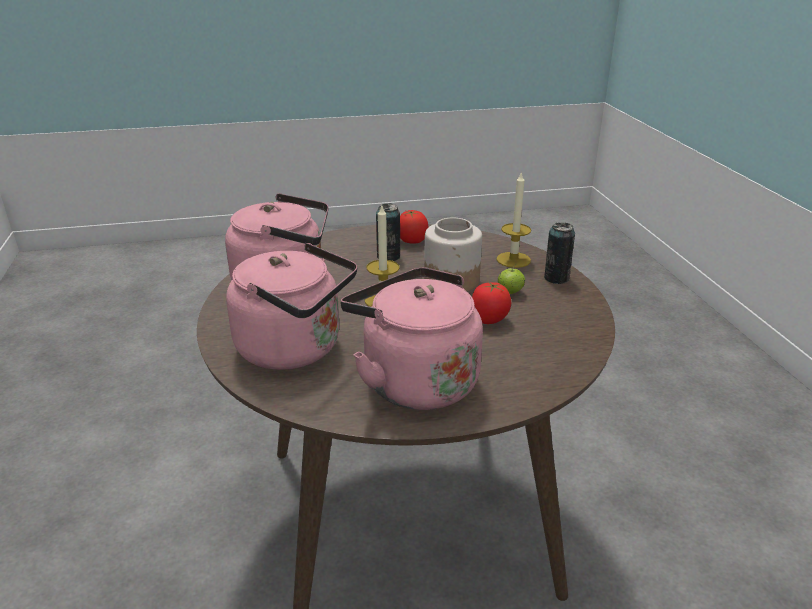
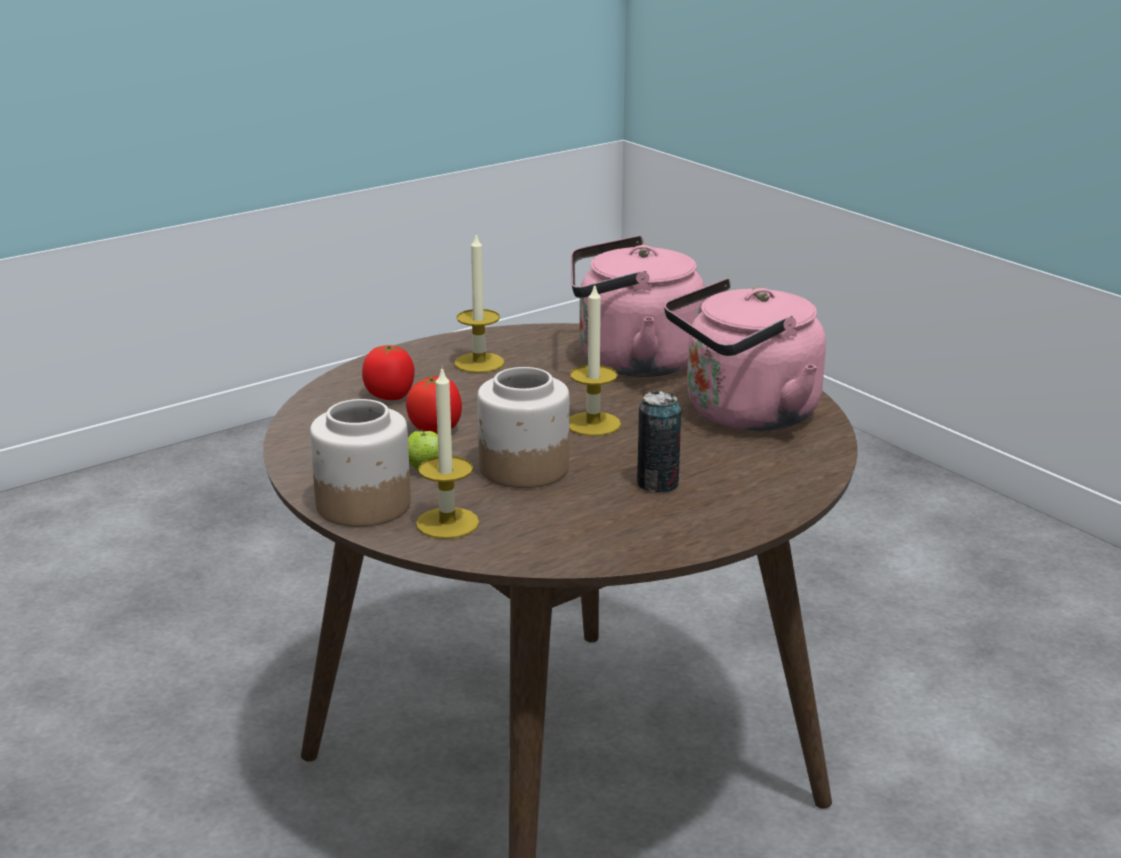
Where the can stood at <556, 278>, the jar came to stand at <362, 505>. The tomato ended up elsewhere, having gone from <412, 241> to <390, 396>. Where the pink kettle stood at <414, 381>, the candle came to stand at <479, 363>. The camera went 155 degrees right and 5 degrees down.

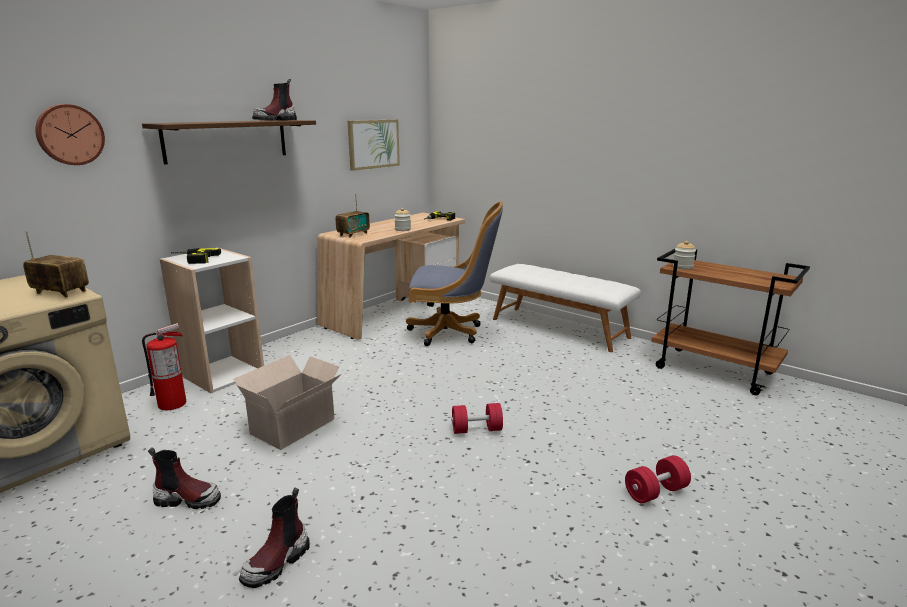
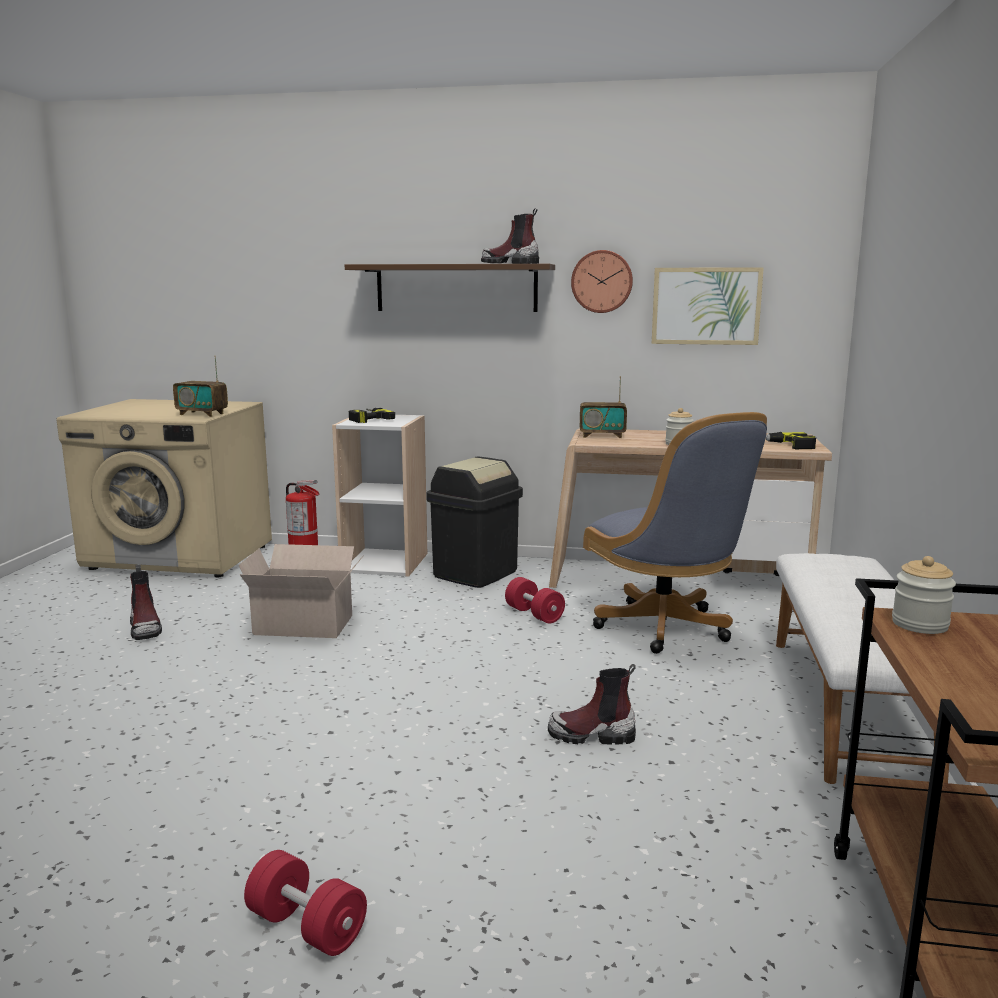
The radio at <60, 292> ended up facing another way, 120 degrees clockwise from before. The second view gained the black trash can at <475, 573>. The red dumbbell ended up elsewhere, having gone from <476, 430> to <534, 614>. The boot ended up elsewhere, having gone from <277, 562> to <592, 735>. The wall clock ended up elsewhere, having gone from <69, 134> to <602, 281>. The camera went 60 degrees right and 5 degrees down.

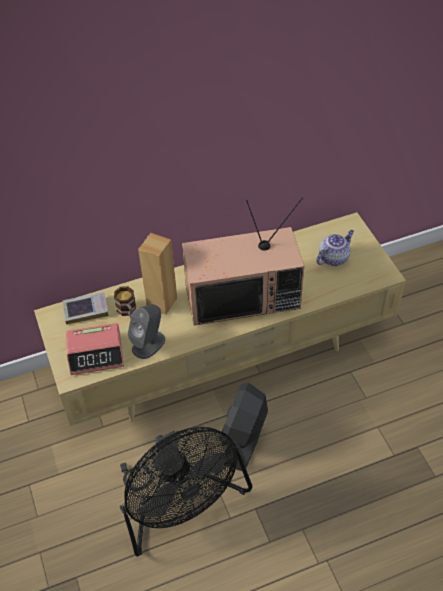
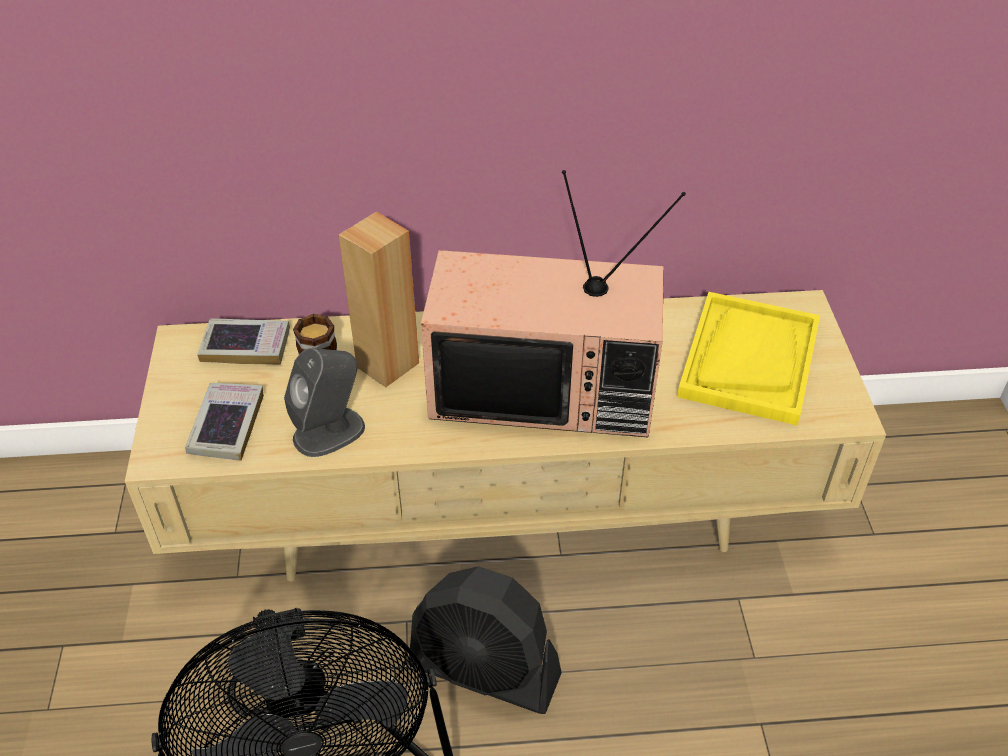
Where the alarm clock stood at <96, 353>, the book came to stand at <226, 425>. The black fan at <244, 438> ended up facing another way, 105 degrees counterclockwise from before. Where the teapot stood at <333, 257>, the yellow tray came to stand at <749, 360>. The camera went 15 degrees right and 5 degrees down.

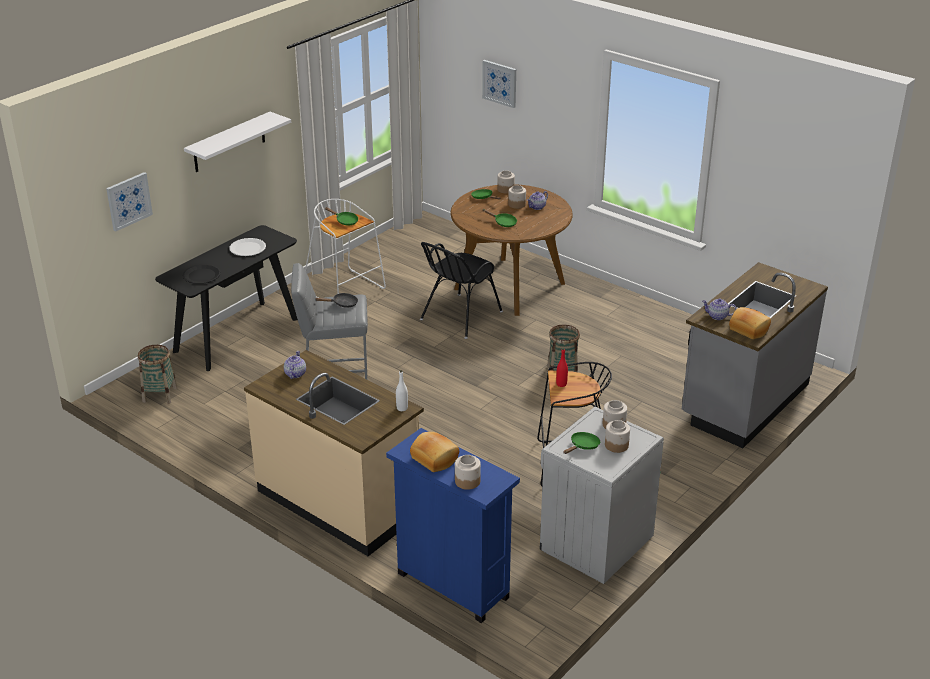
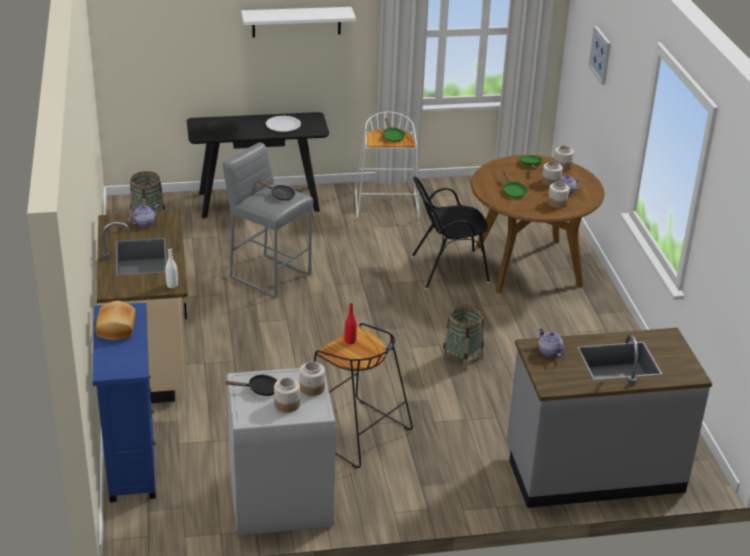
What was the green frying pan at <583, 446> turned into the black frying pan at <260, 389>. The jar ended up elsewhere, having gone from <467, 481> to <557, 203>. The second view lost the picture at <128, 201>. The second view lost the bread at <749, 329>. The camera went 40 degrees right and 0 degrees up.

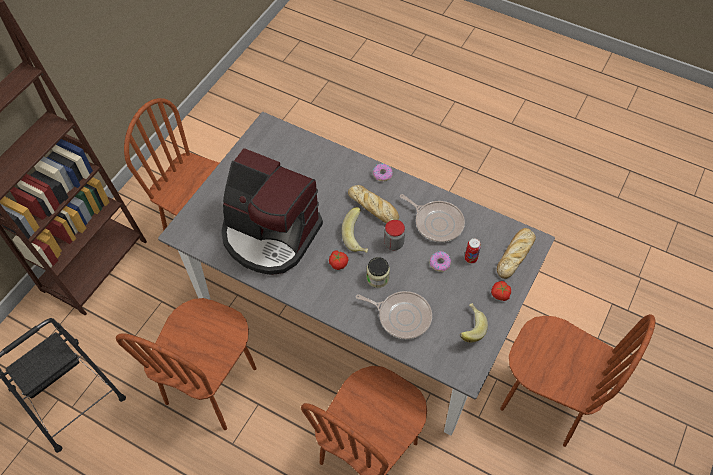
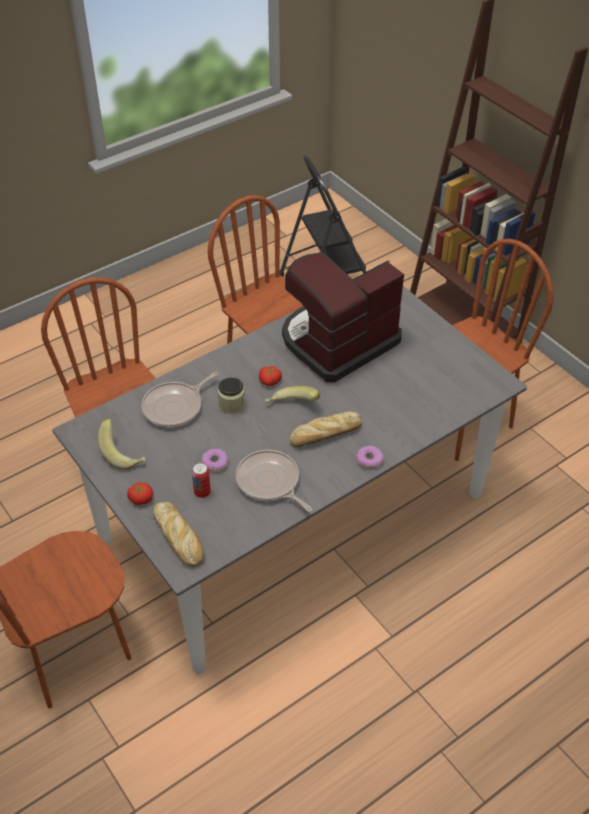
The frying pan at <437, 222> ended up facing another way, 75 degrees clockwise from before. The second view lost the jar at <393, 243>. The camera went 115 degrees right and 10 degrees down.

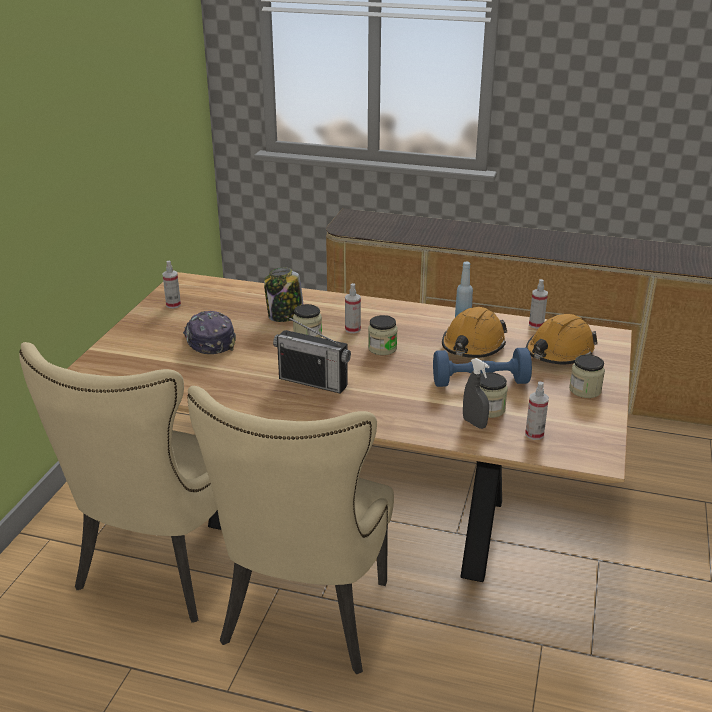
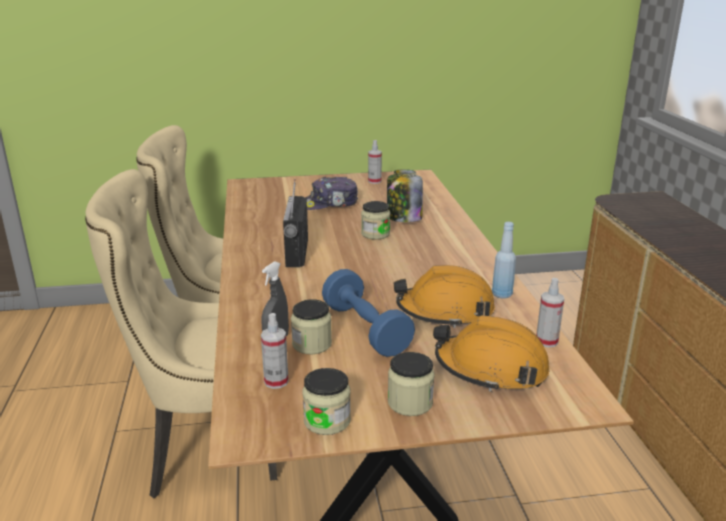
The jar ended up elsewhere, having gone from <382, 348> to <327, 420>. The cap at <209, 341> ended up facing another way, 150 degrees counterclockwise from before. The second view lost the spray bottle at <352, 329>. The camera went 65 degrees right and 5 degrees down.

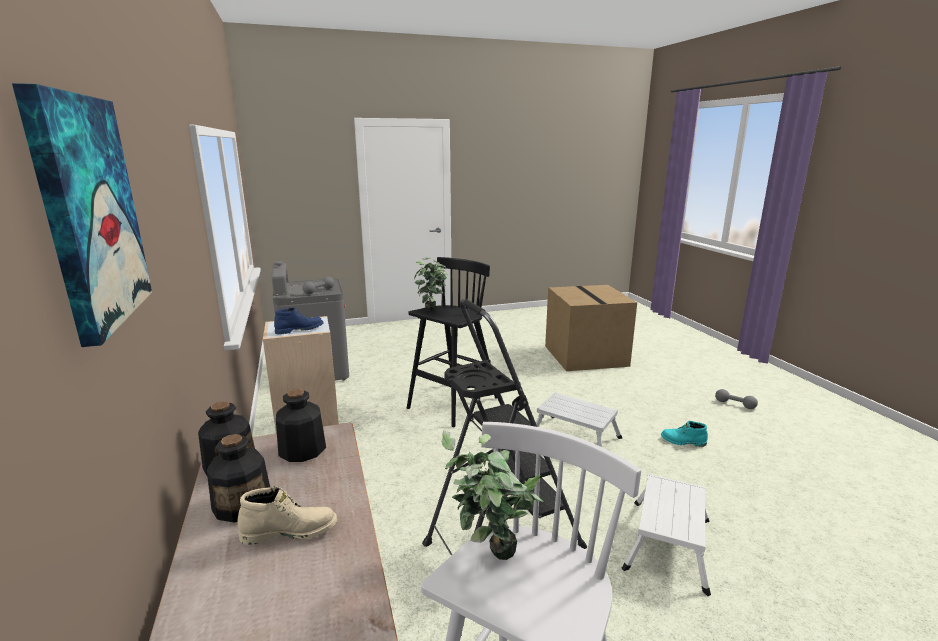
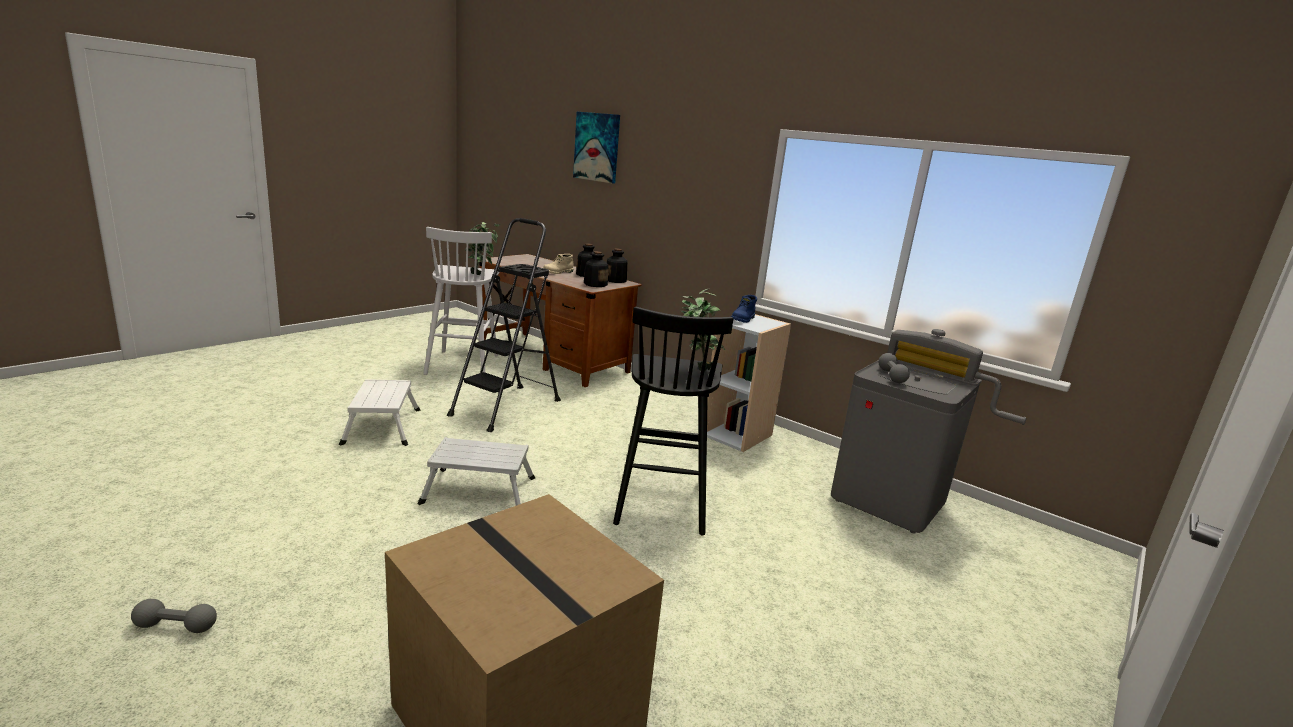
The second view lost the turquoise boot at <683, 441>. The camera went 145 degrees right and 0 degrees up.

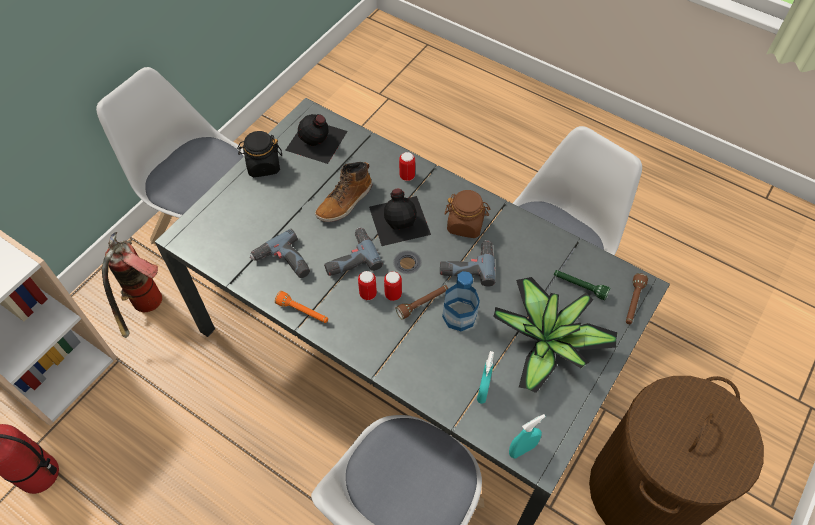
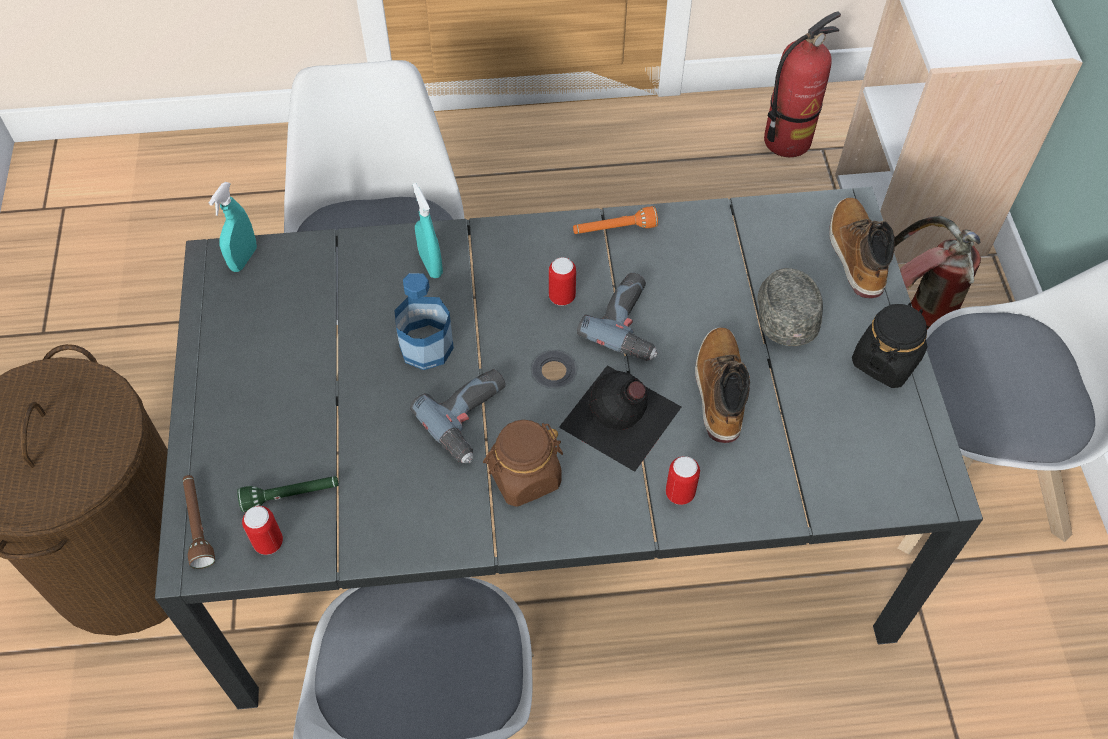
The can ended up elsewhere, having gone from <393, 294> to <268, 542>. The turquoise spray bottle ended up elsewhere, having gone from <483, 391> to <431, 265>. The second view gained the grey cap at <785, 312>. The second view gained the boot at <855, 254>. The second view lost the power drill at <283, 263>. The second view lost the black bottle at <317, 141>. The second view lost the brown flashlight at <423, 303>. The second view lost the potted plant at <548, 342>. The camera went 140 degrees right and 0 degrees up.

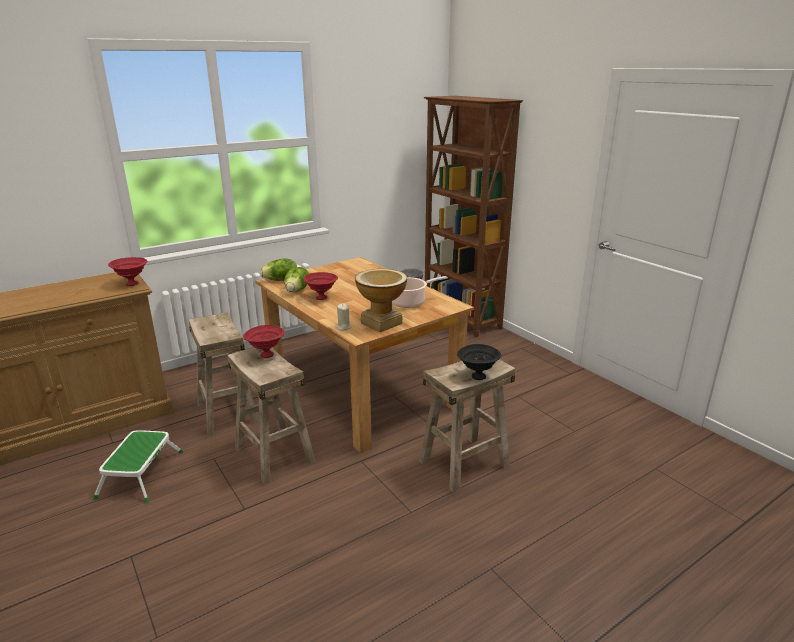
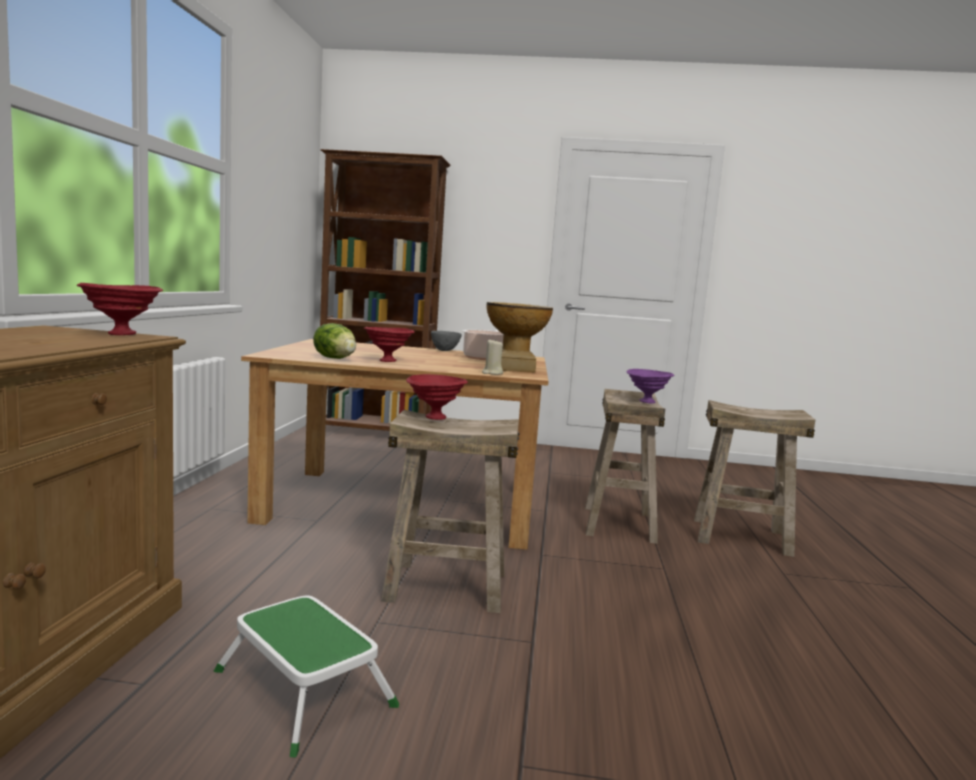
What was the black bowl at <477, 377> turned into the purple bowl at <647, 402>. The beige stool ended up elsewhere, having gone from <226, 412> to <740, 537>. The second view lost the lettuce at <281, 280>. The camera went 50 degrees left and 15 degrees down.

